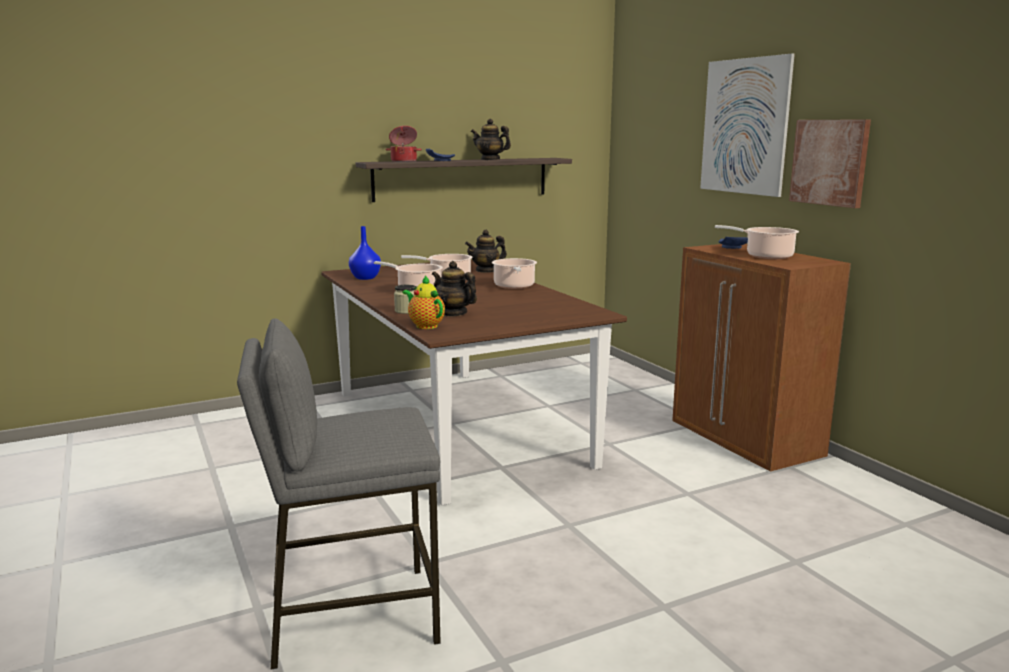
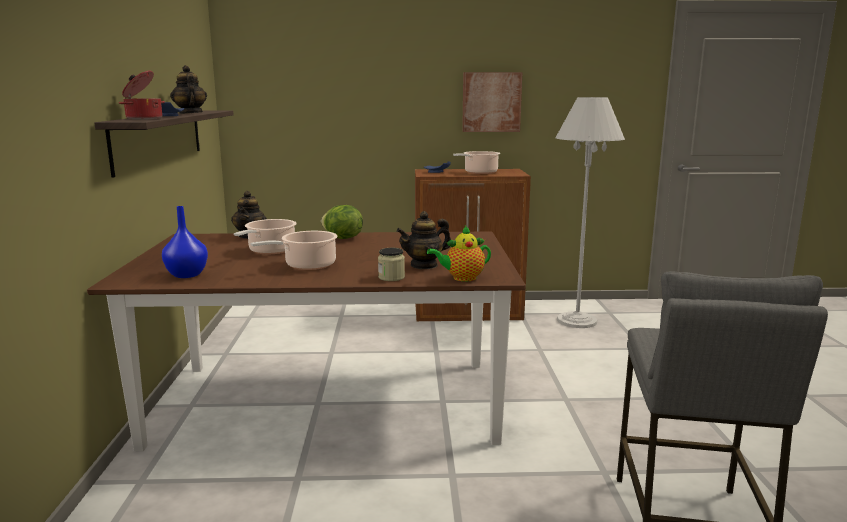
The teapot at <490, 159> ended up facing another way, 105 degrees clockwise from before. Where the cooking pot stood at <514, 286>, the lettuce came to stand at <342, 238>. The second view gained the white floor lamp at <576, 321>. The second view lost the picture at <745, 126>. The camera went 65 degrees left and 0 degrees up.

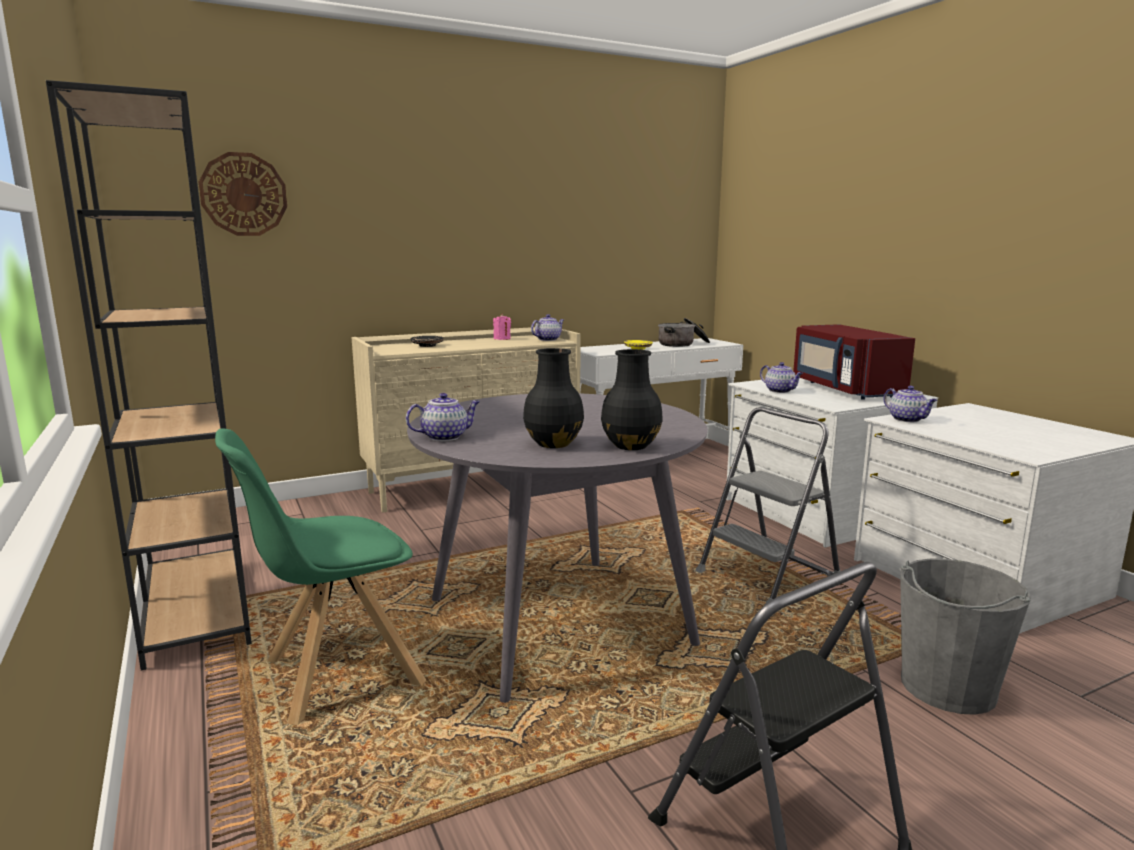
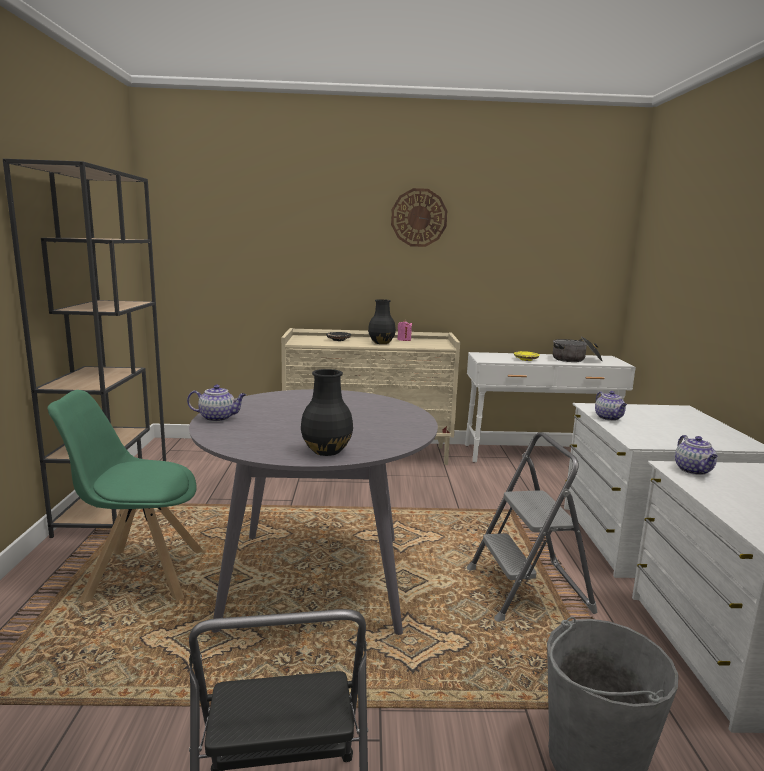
The black vase ended up elsewhere, having gone from <553, 444> to <381, 343>. The wall clock ended up elsewhere, having gone from <243, 194> to <419, 217>. The second view lost the teapot at <548, 339>. The second view lost the red microwave at <844, 389>. The camera went 25 degrees right and 0 degrees up.

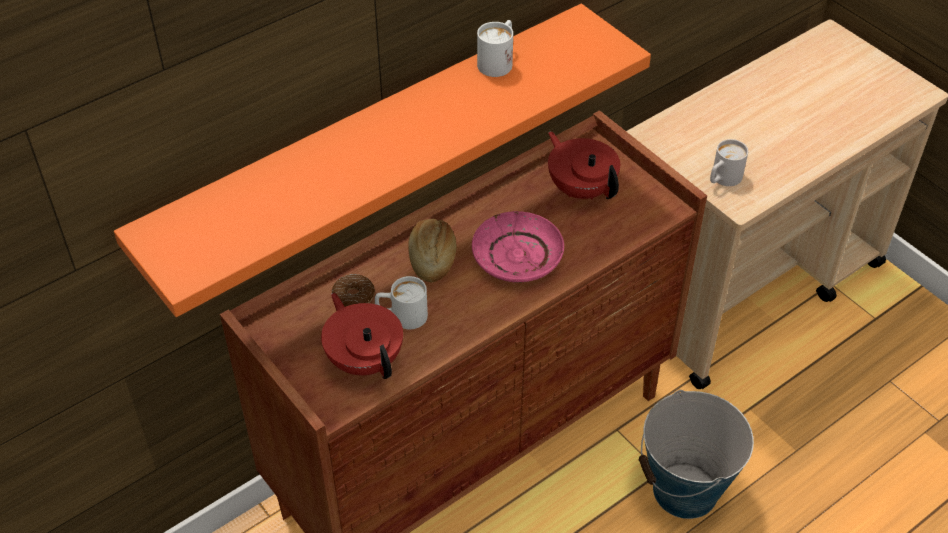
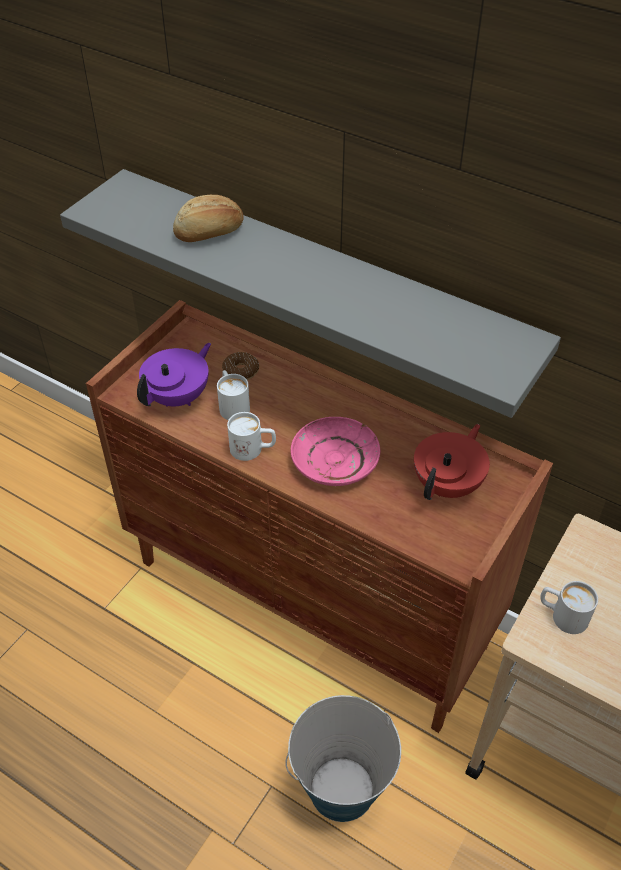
What was the orange shelf at <371, 144> turned into the grey shelf at <320, 281>. What was the red teapot at <365, 359> turned into the purple teapot at <179, 397>. The bread ended up elsewhere, having gone from <432, 258> to <210, 233>. The white mug ended up elsewhere, having gone from <498, 61> to <253, 449>. The camera went 70 degrees right and 0 degrees up.

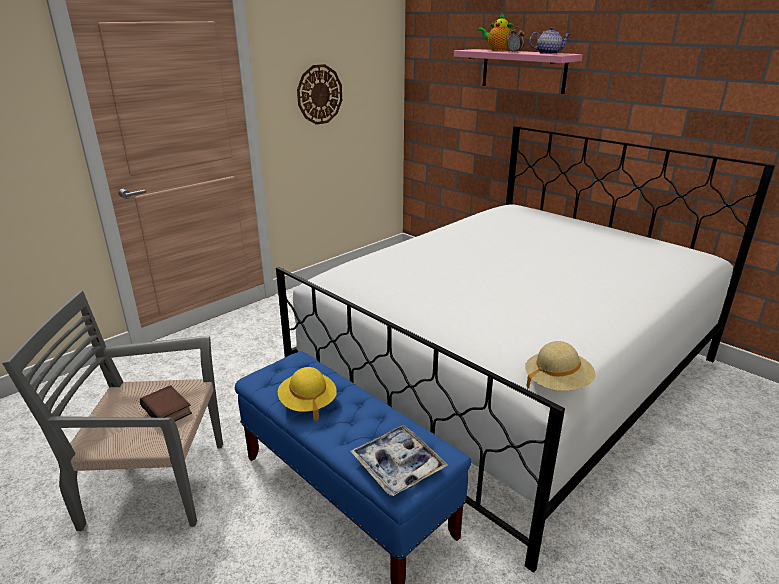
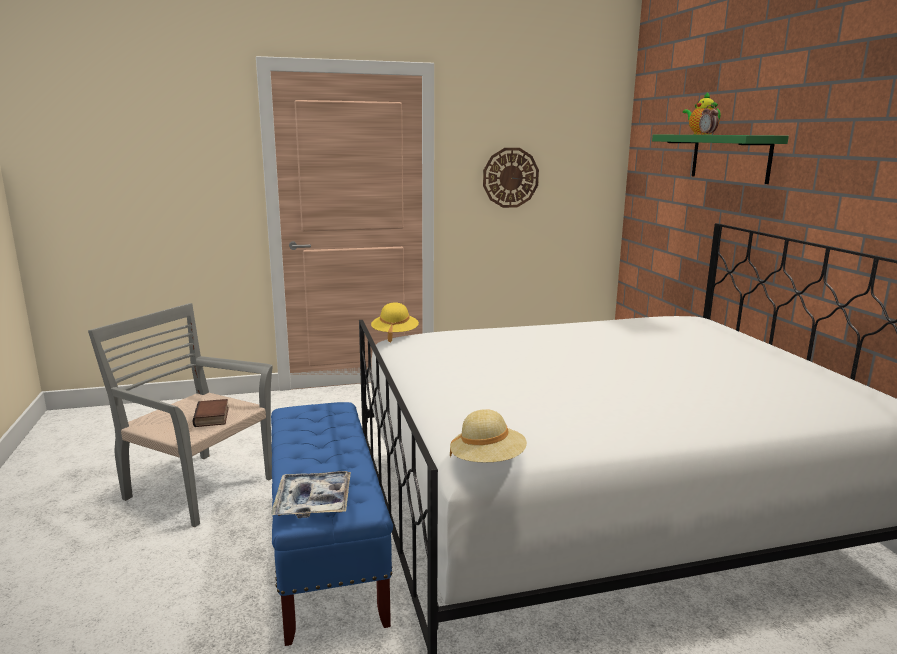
The yellow hat ended up elsewhere, having gone from <308, 403> to <395, 335>. What was the pink shelf at <523, 70> turned into the green shelf at <730, 157>. The second view lost the teapot at <548, 53>. The camera went 30 degrees right and 10 degrees down.

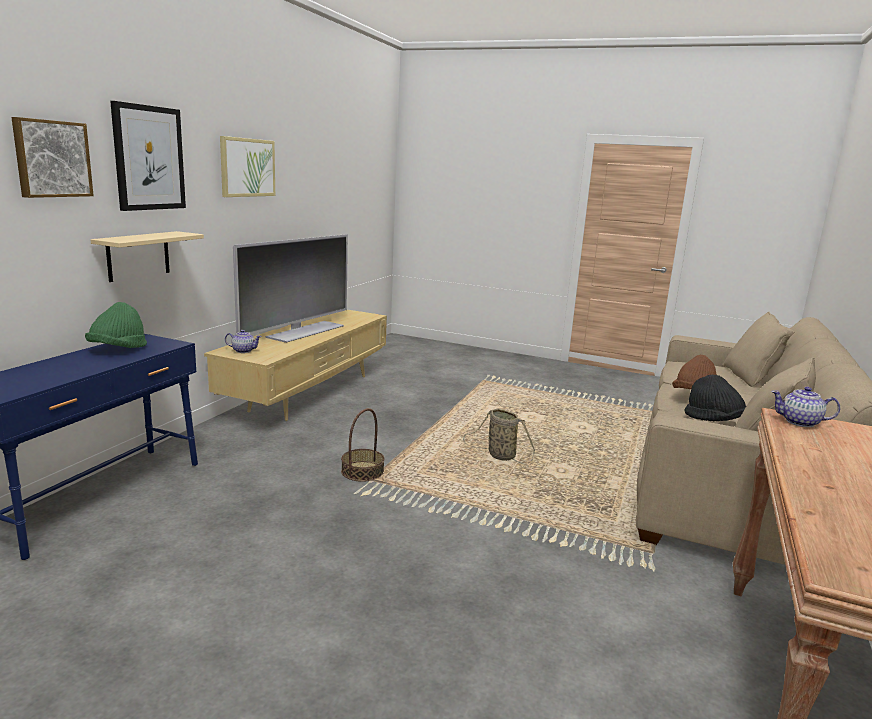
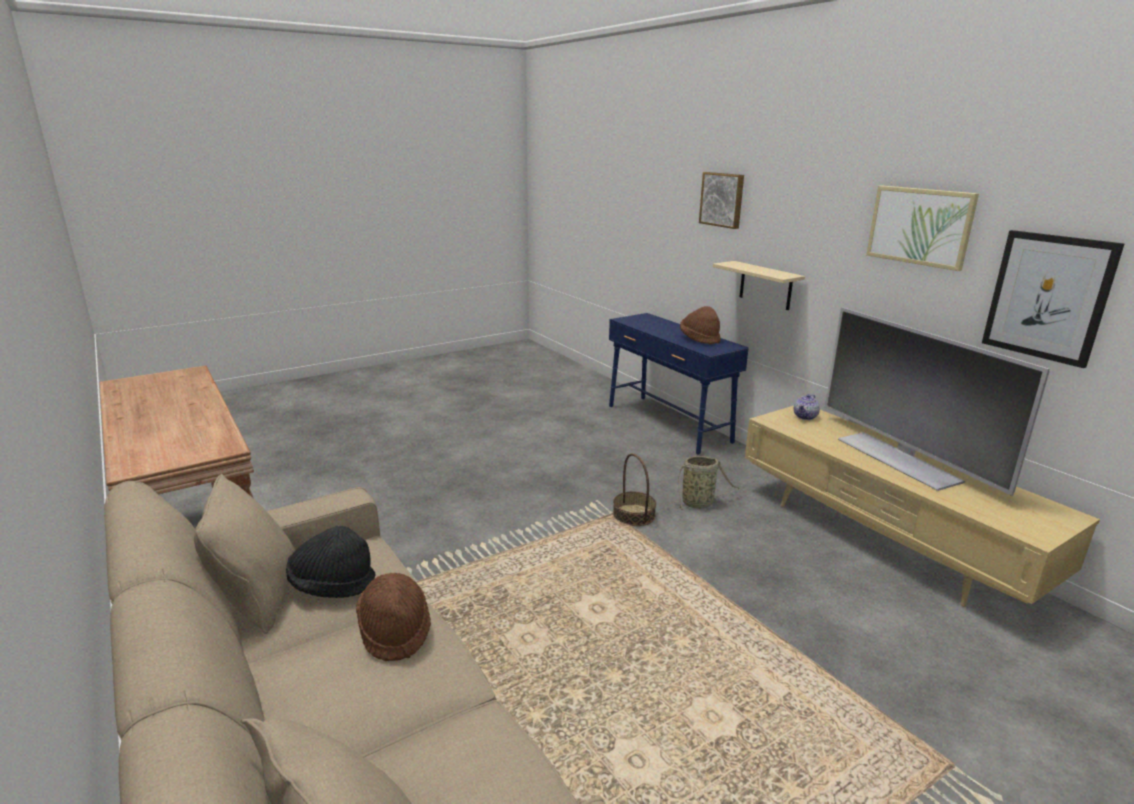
The basket ended up elsewhere, having gone from <499, 455> to <699, 503>. What was the green hat at <118, 349> turned into the brown hat at <699, 339>. The picture ended up elsewhere, having gone from <149, 158> to <1048, 297>. The second view lost the teapot at <800, 422>. The camera went 125 degrees right and 5 degrees up.

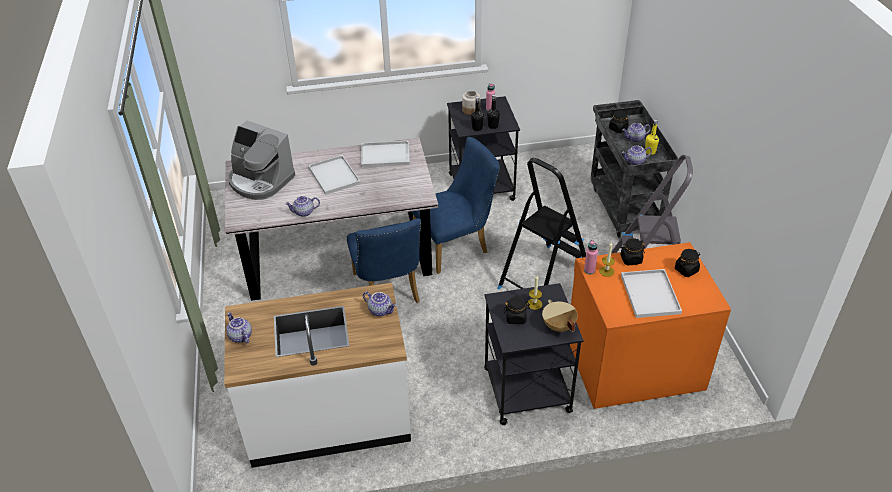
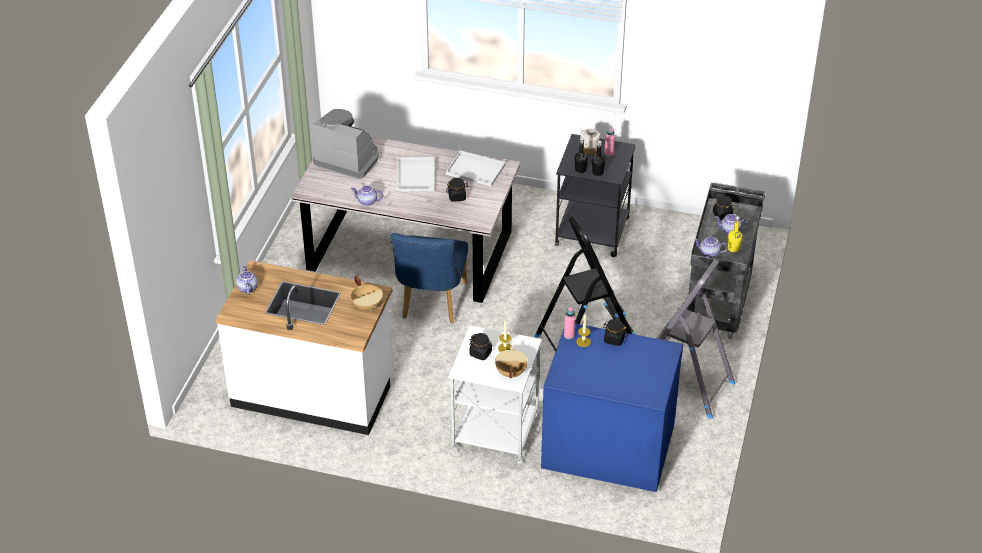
The coffee machine at <260, 181> ended up facing another way, 150 degrees clockwise from before. Where the teapot stood at <381, 310>, the beige cooking pot came to stand at <367, 306>. The black jar ended up elsewhere, having gone from <686, 270> to <457, 197>. What was the black cart at <525, 390> turned into the white cart at <494, 432>. What was the orange washing machine at <632, 365> turned into the blue washing machine at <607, 447>. The second view lost the blue chair at <456, 247>. The second view lost the white tray at <649, 293>. The camera went 25 degrees right and 0 degrees up.

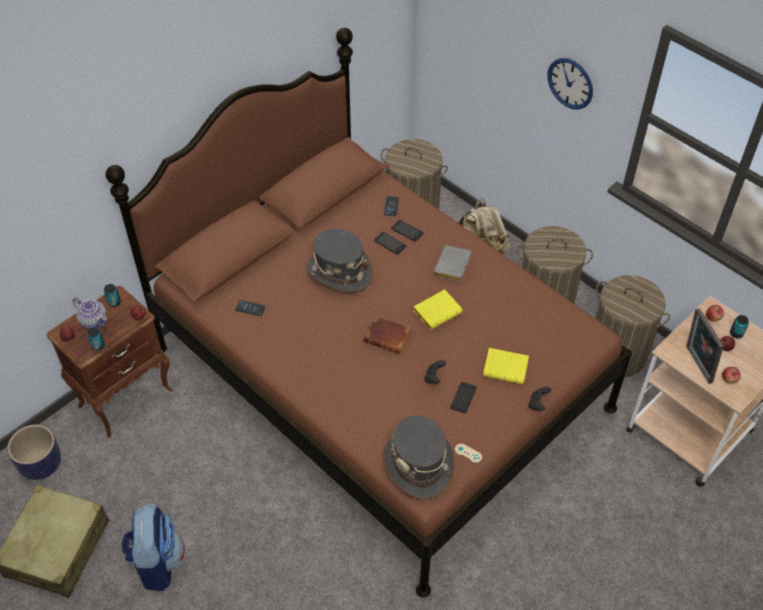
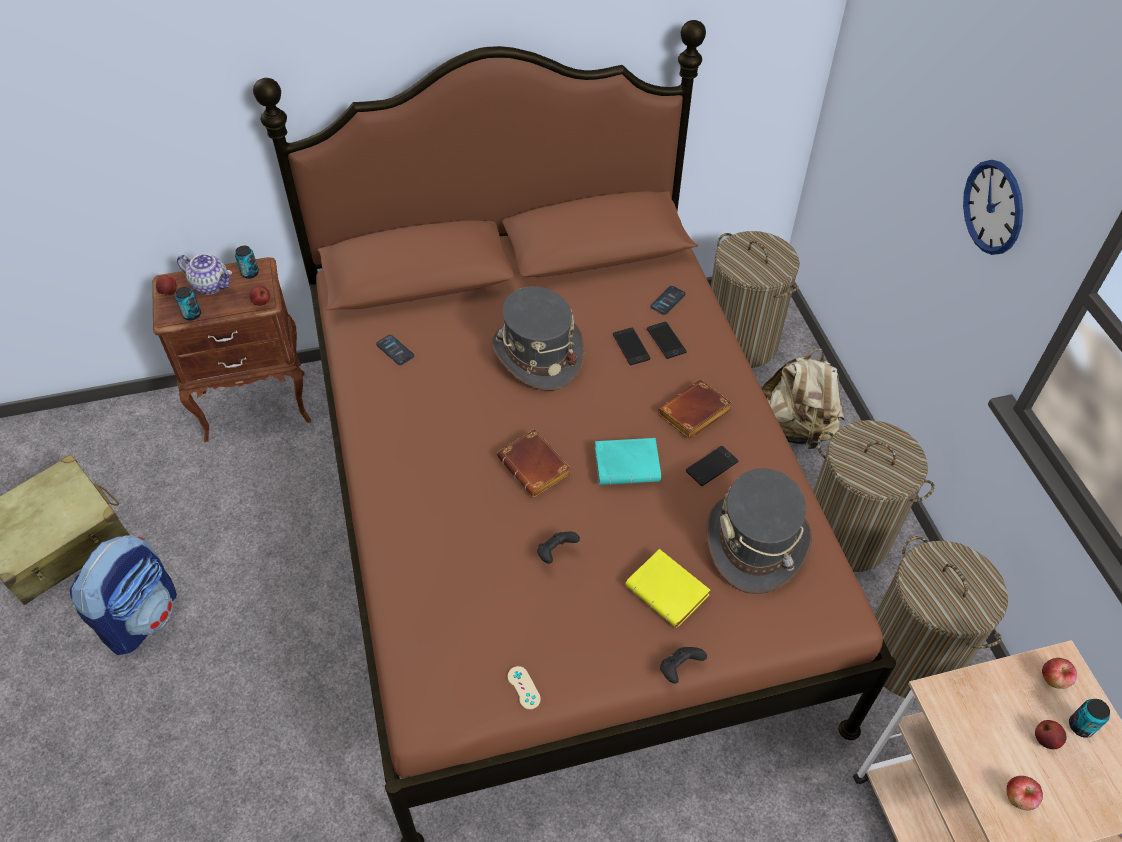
The teapot at <94, 321> ended up facing another way, 45 degrees counterclockwise from before. What was the yellow book at <437, 311> turned into the turquoise book at <628, 464>. What was the grey book at <453, 267> turned into the brown book at <694, 415>. The phone ended up elsewhere, having gone from <463, 397> to <711, 466>. The grey hat ended up elsewhere, having gone from <418, 464> to <755, 543>. The second view lost the planter at <41, 464>. The second view lost the picture frame at <696, 365>. The camera went 30 degrees right and 0 degrees up.

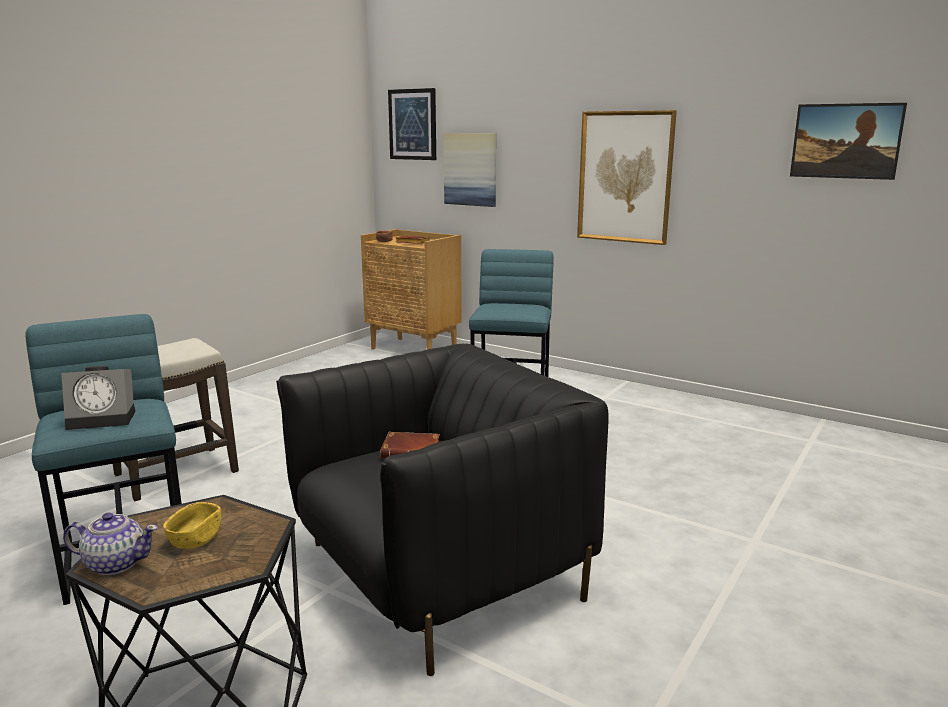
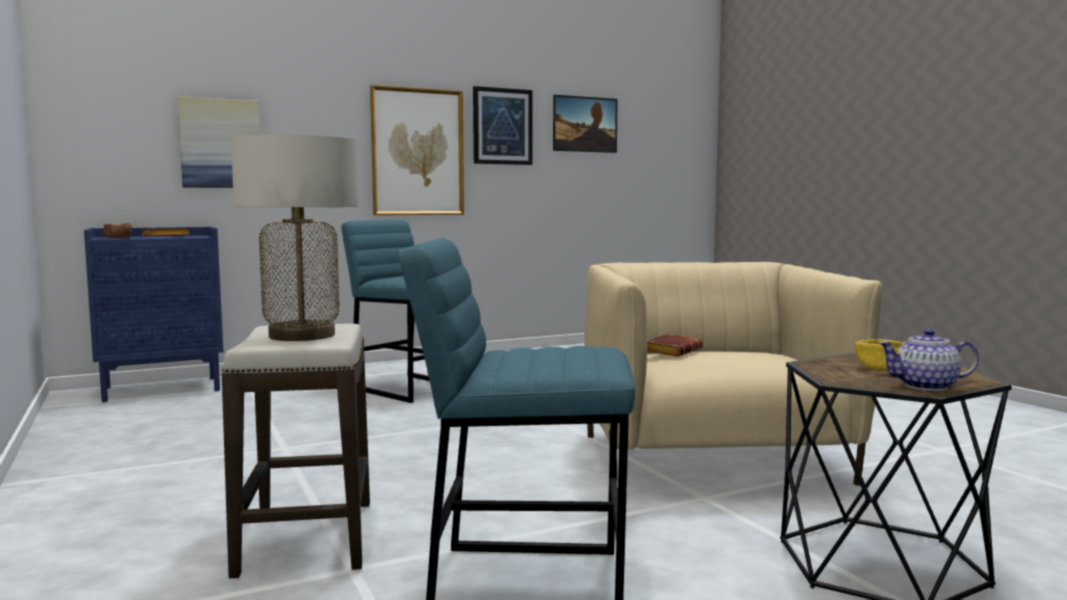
What was the brown cabinet at <414, 349> turned into the blue cabinet at <163, 389>. The second view gained the table lamp at <302, 335>. The picture ended up elsewhere, having gone from <413, 124> to <502, 126>. What was the black armchair at <439, 573> turned into the beige armchair at <711, 460>. The teapot at <115, 563> ended up facing another way, 120 degrees counterclockwise from before. The second view lost the alarm clock at <104, 419>. The camera went 60 degrees left and 10 degrees down.

